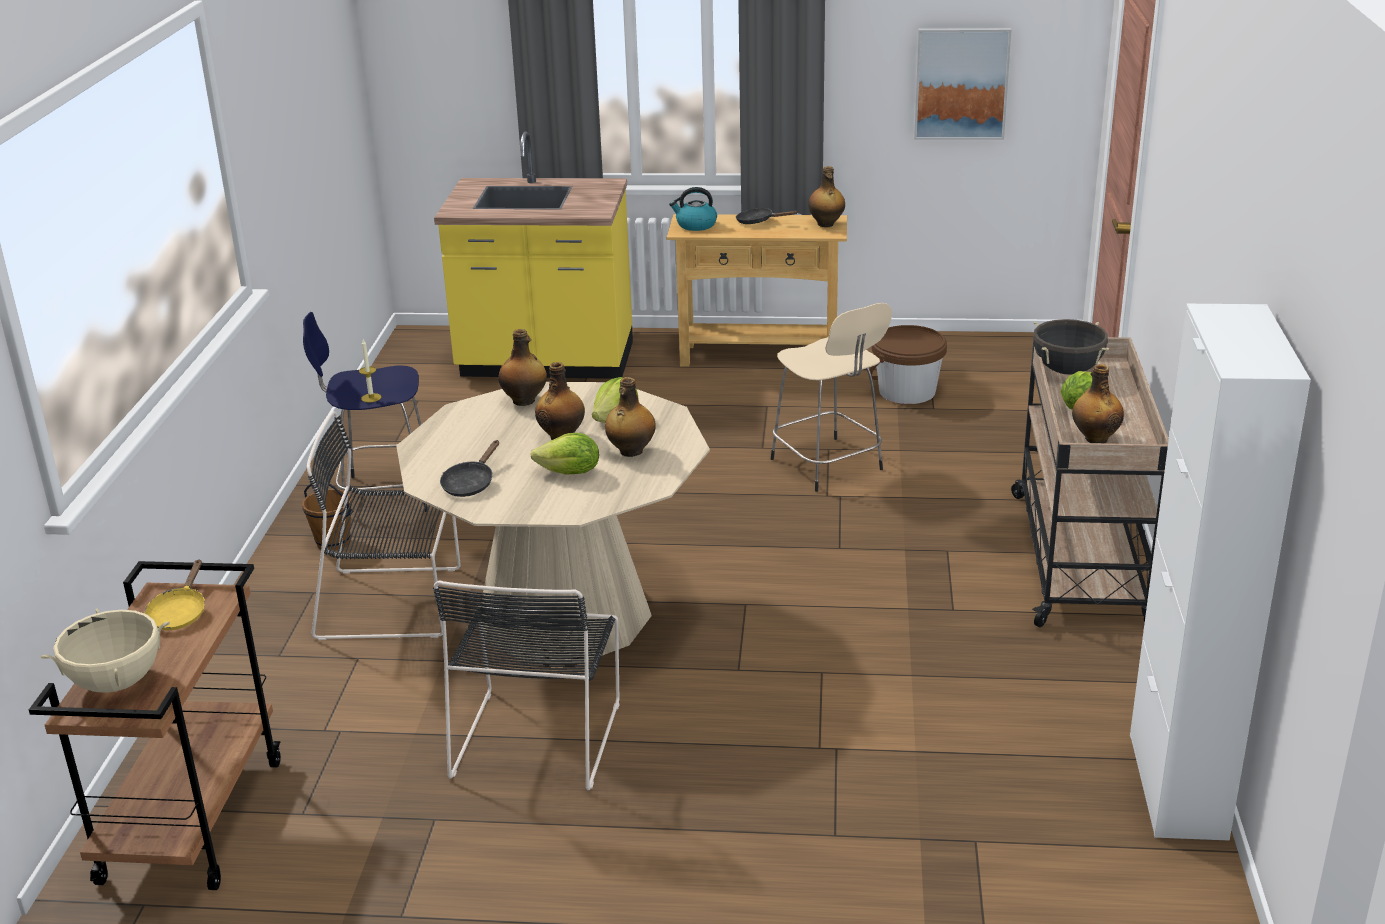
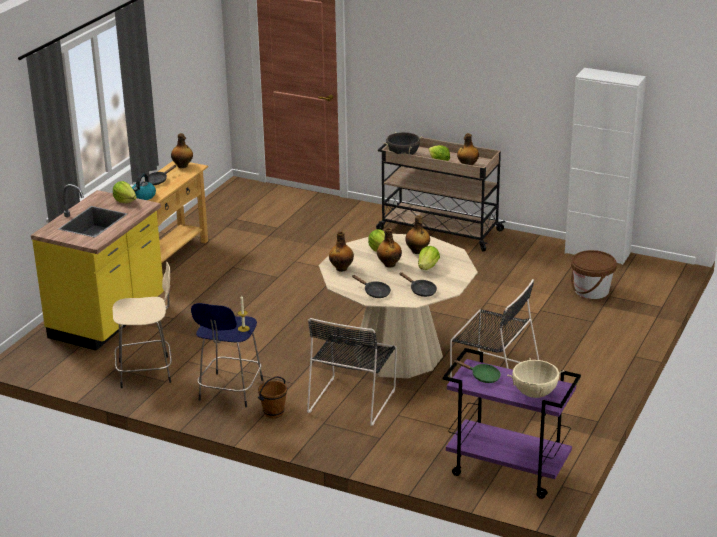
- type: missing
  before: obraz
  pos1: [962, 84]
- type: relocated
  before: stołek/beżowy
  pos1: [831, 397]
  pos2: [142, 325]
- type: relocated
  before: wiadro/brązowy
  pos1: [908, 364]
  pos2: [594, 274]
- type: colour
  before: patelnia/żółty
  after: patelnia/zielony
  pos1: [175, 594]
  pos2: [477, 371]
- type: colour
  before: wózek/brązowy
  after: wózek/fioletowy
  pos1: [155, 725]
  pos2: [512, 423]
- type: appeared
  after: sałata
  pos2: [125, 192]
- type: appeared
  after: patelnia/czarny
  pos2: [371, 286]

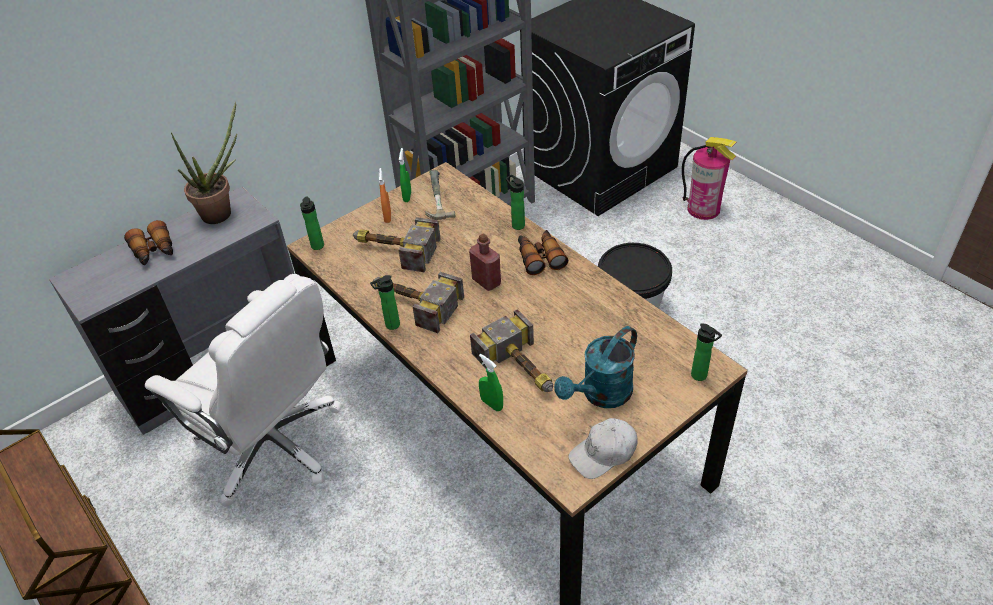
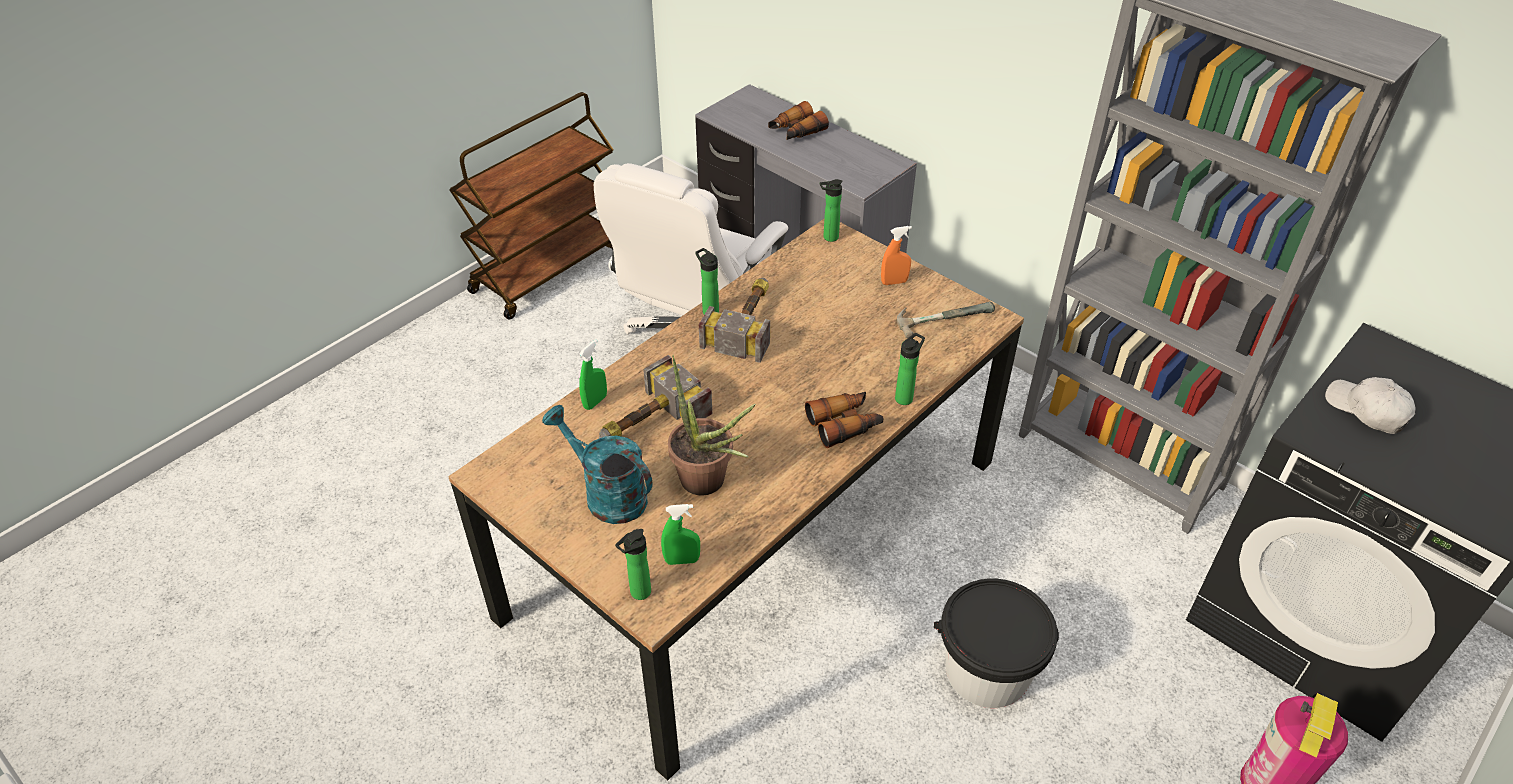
- type: relocated
  before: roślina doniczkowa
  pos1: [204, 163]
  pos2: [712, 424]
- type: relocated
  before: spryskiwacz/zielony
  pos1: [405, 175]
  pos2: [680, 534]
- type: missing
  before: młotek
  pos1: [397, 244]
- type: missing
  before: butelka/czerwony
  pos1: [485, 262]
- type: relocated
  before: czapka z daszkiem/biały
  pos1: [603, 448]
  pos2: [1370, 405]

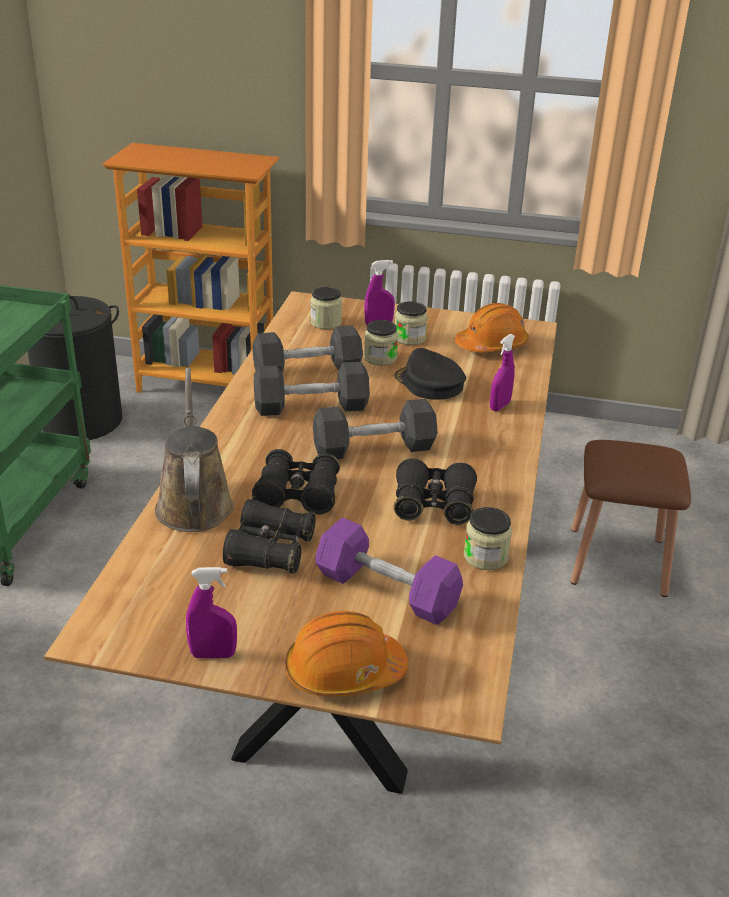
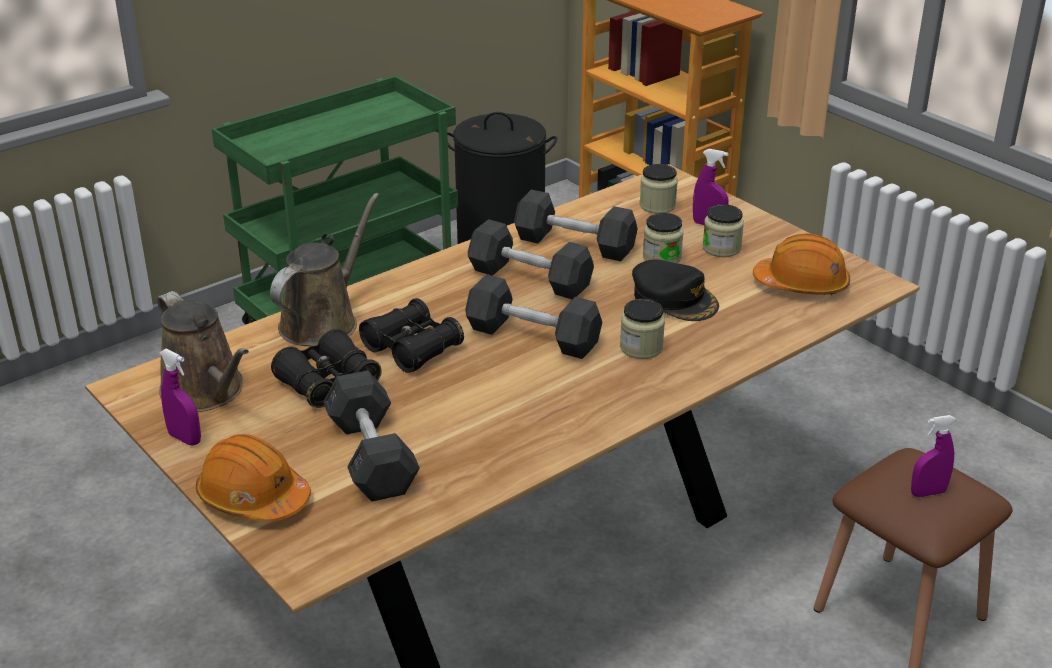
- type: relocated
  before: spryskiwacz/fioletowy
  pos1: [502, 372]
  pos2: [933, 456]
- type: spun
  before: czapka z daszkiem/czarny
  pos1: [430, 374]
  pos2: [675, 290]
  turn: 135
- type: missing
  before: lornetka/czarny
  pos1: [435, 492]
- type: relocated
  before: słoik
  pos1: [488, 538]
  pos2: [642, 329]
- type: colour
  before: hantel/fioletowy
  after: hantel/szary
  pos1: [389, 571]
  pos2: [371, 436]
- type: appeared
  after: konewka/brązowy
  pos2: [203, 351]

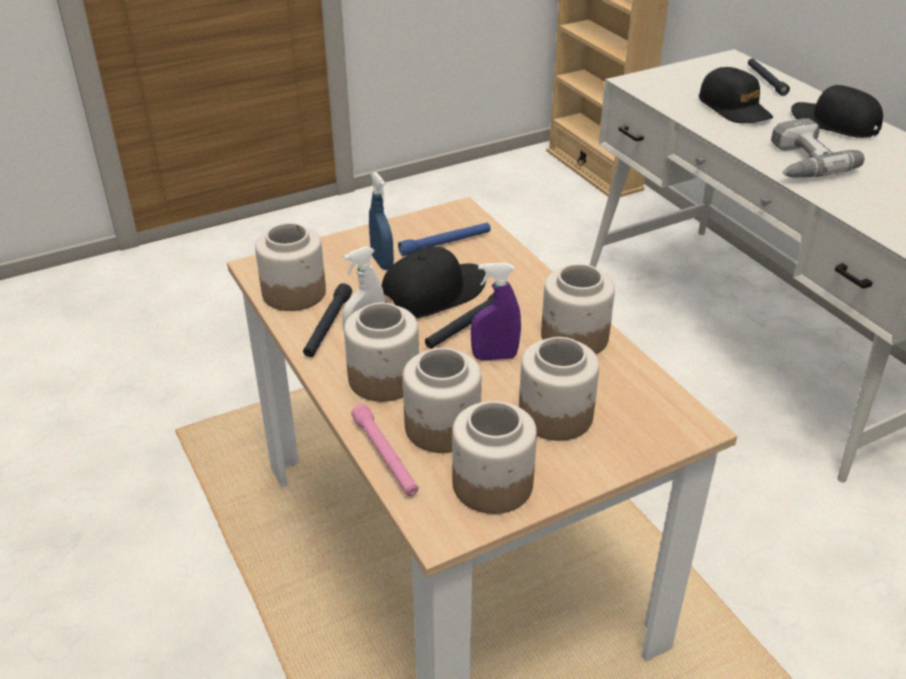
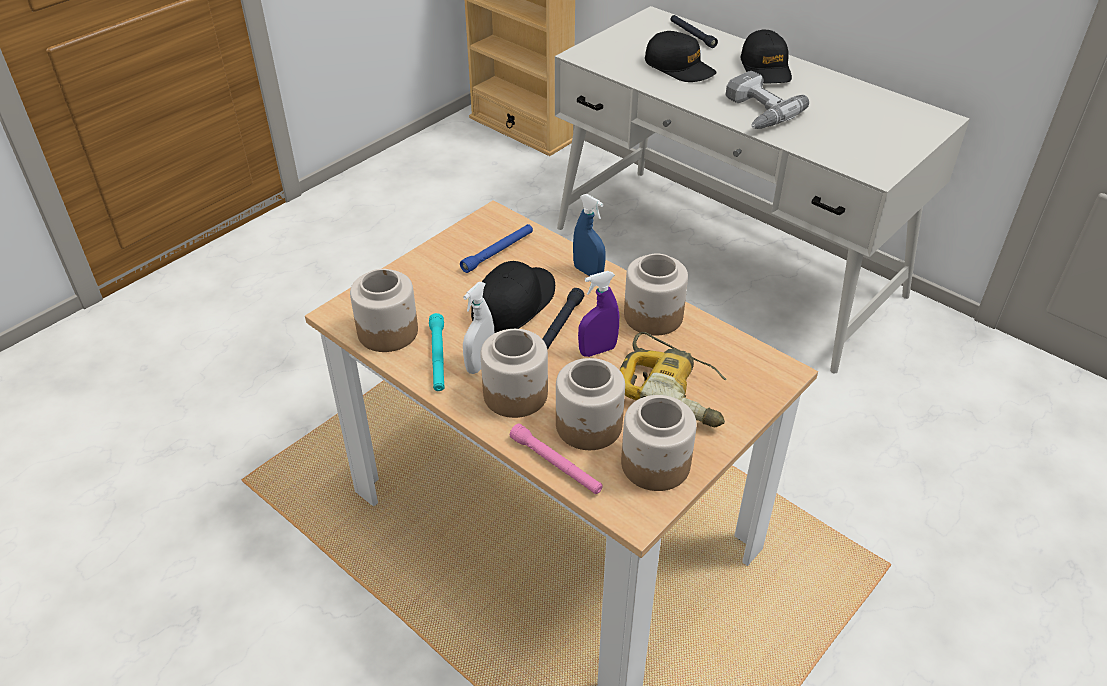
- type: spun
  before: czapka z daszkiem/czarny
  pos1: [837, 111]
  pos2: [766, 56]
  turn: -120
- type: relocated
  before: spryskiwacz/niebieski
  pos1: [381, 221]
  pos2: [589, 235]
- type: colour
  before: latarka/czarny
  after: latarka/turkusowy
  pos1: [327, 320]
  pos2: [437, 352]
- type: exchanged
  before: słoik
  after: wiertarka
  pos1: [559, 389]
  pos2: [673, 379]

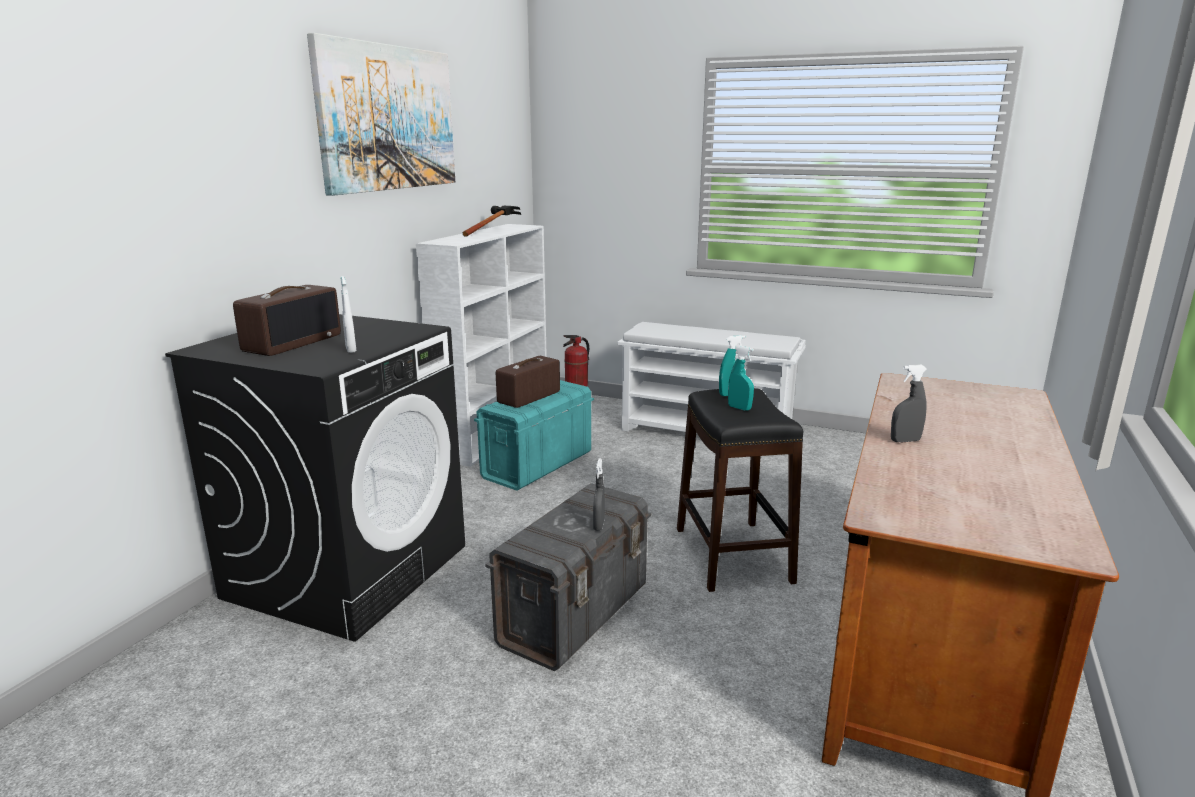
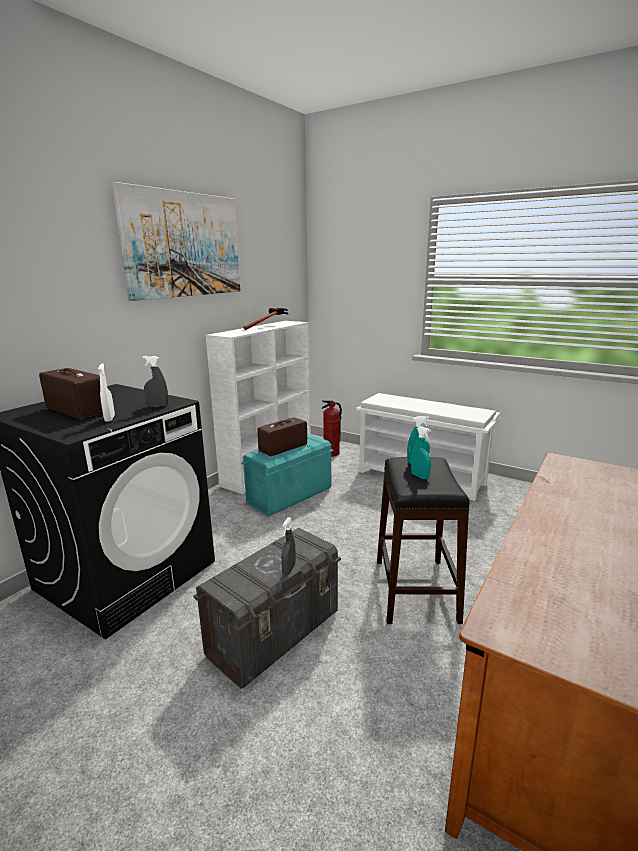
- type: spun
  before: radio
  pos1: [287, 320]
  pos2: [71, 394]
  turn: -90
- type: relocated
  before: spryskiwacz/szary
  pos1: [909, 403]
  pos2: [155, 381]

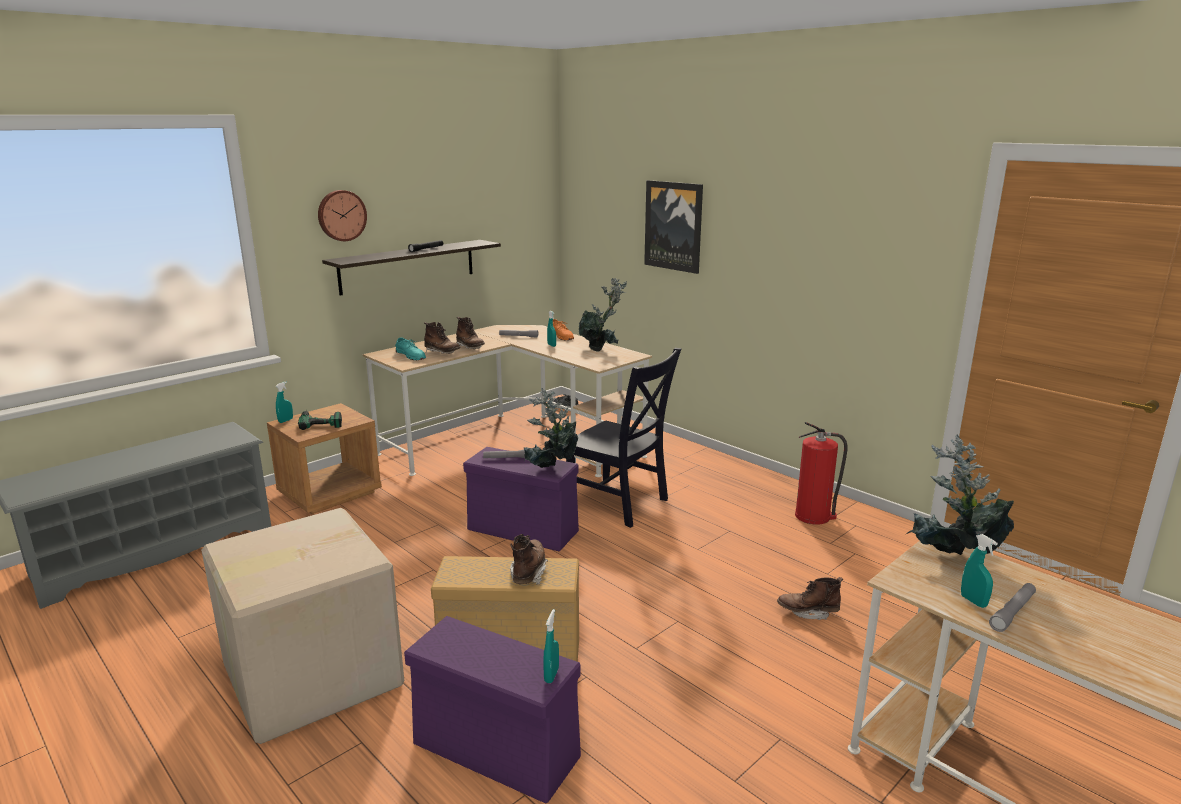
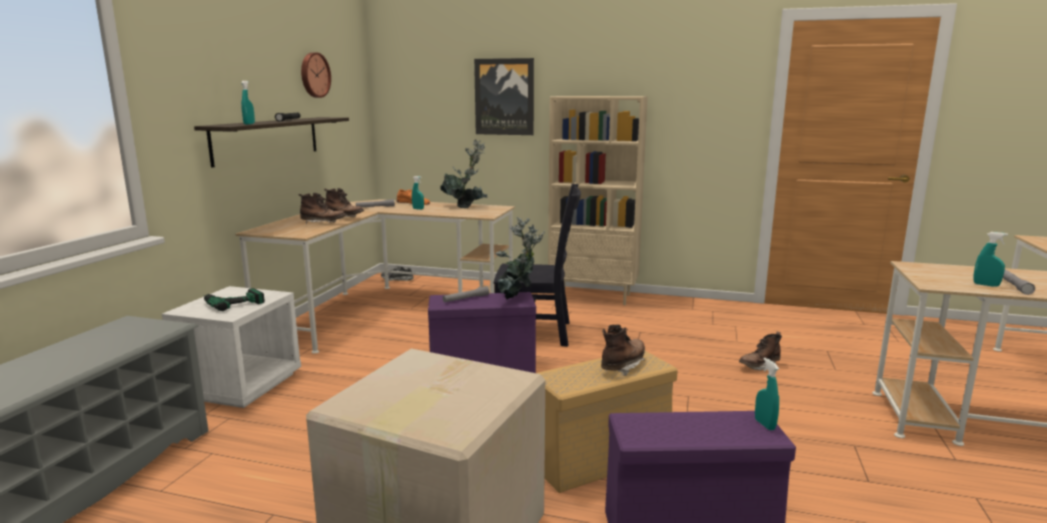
- type: relocated
  before: zegar ścienny
  pos1: [342, 215]
  pos2: [316, 75]
- type: missing
  before: but/turkusowy
  pos1: [410, 348]
- type: relocated
  before: spryskiwacz/turkusowy
  pos1: [284, 402]
  pos2: [248, 103]
- type: colour
  before: szafka nocna/brązowy
  after: szafka nocna/biały
  pos1: [324, 458]
  pos2: [231, 347]
- type: missing
  before: gaśnica
  pos1: [821, 473]
- type: missing
  before: roślina doniczkowa
  pos1: [959, 494]
- type: spun
  before: but z cholewką/brązowy
  pos1: [529, 559]
  pos2: [623, 350]
  turn: 60
- type: appeared
  after: regał/beżowy
  pos2: [598, 200]

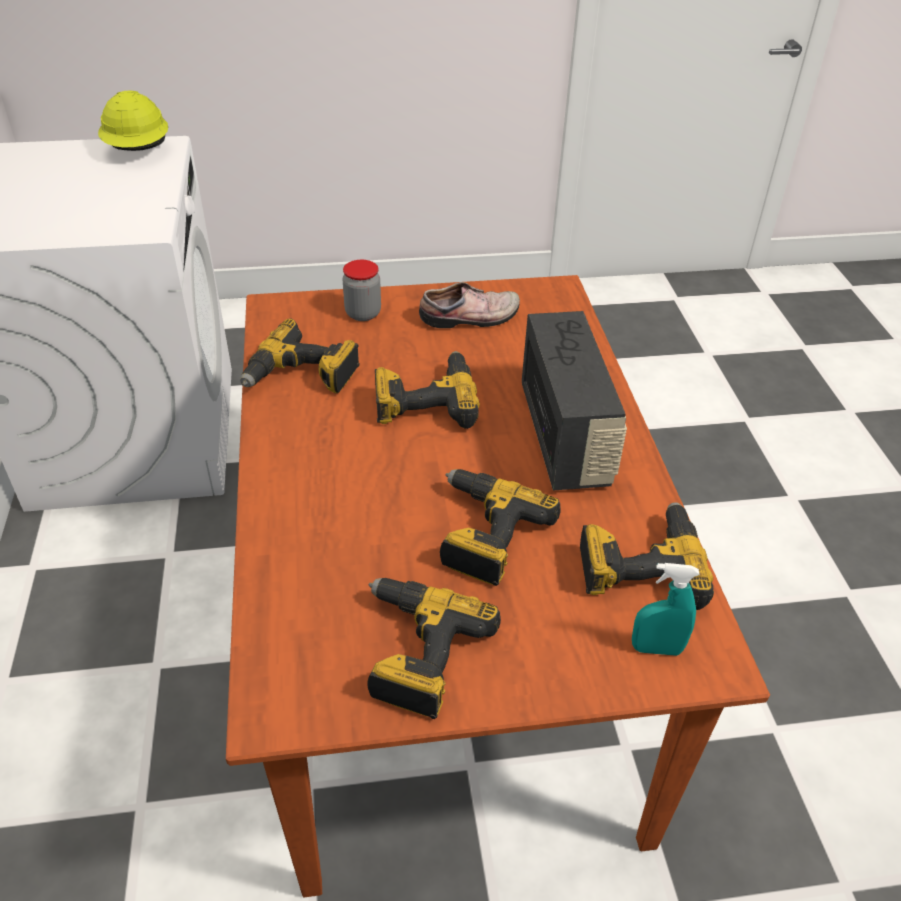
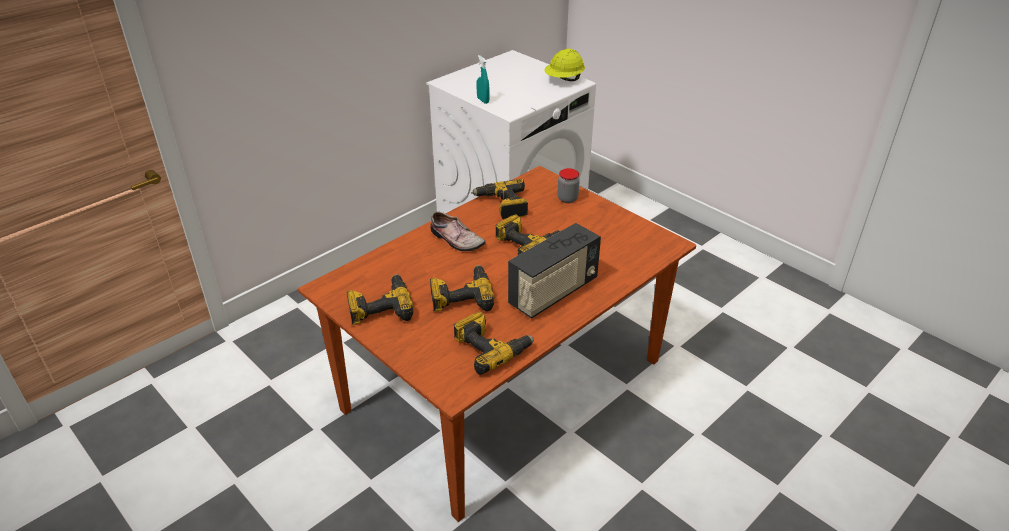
- type: relocated
  before: but
  pos1: [469, 305]
  pos2: [458, 231]
- type: relocated
  before: spryskiwacz/turkusowy
  pos1: [665, 609]
  pos2: [483, 79]

